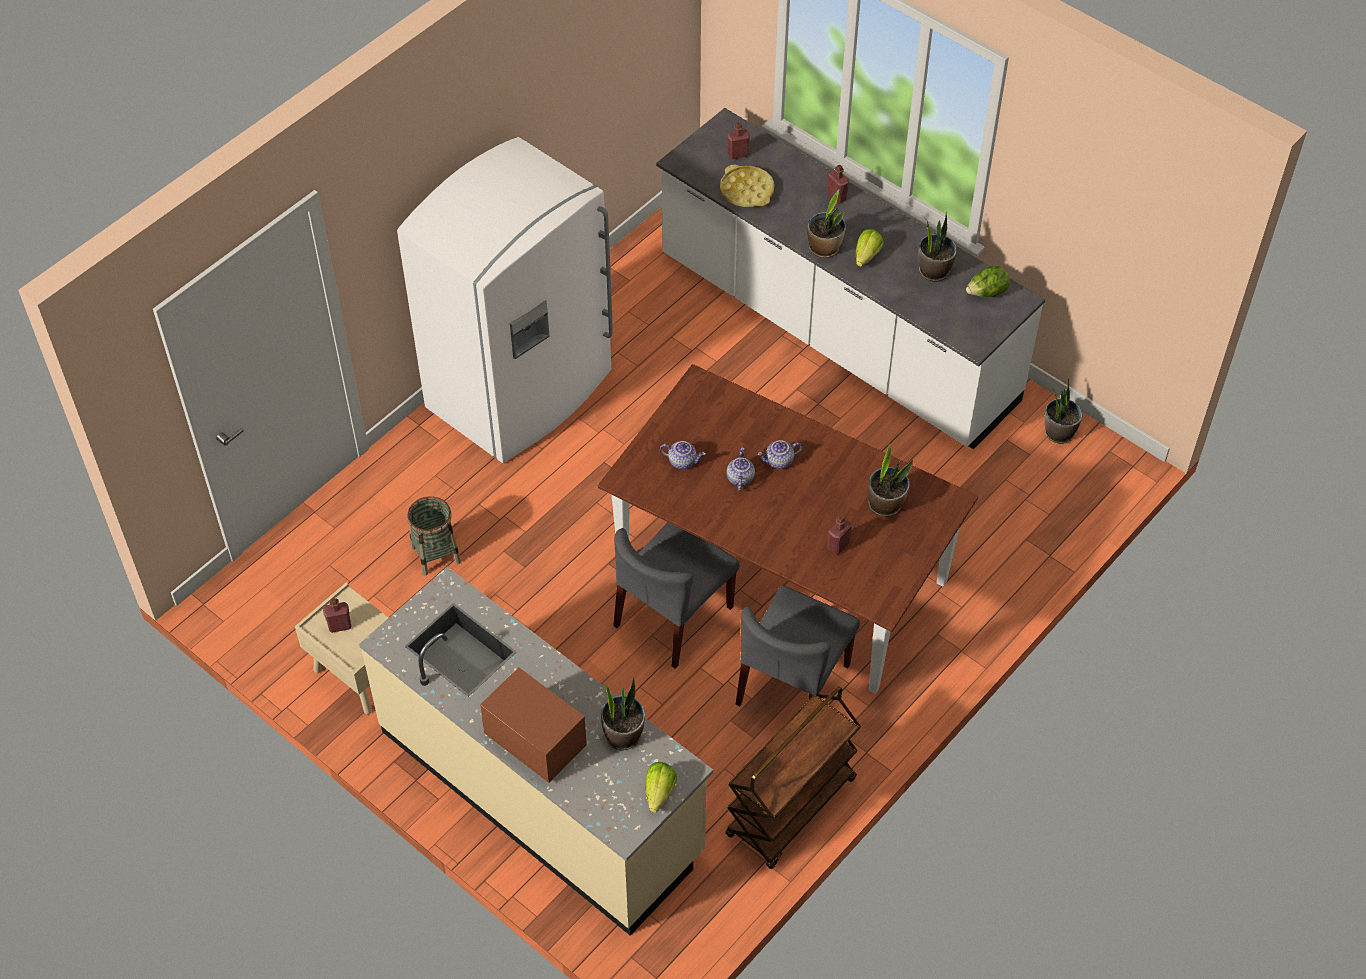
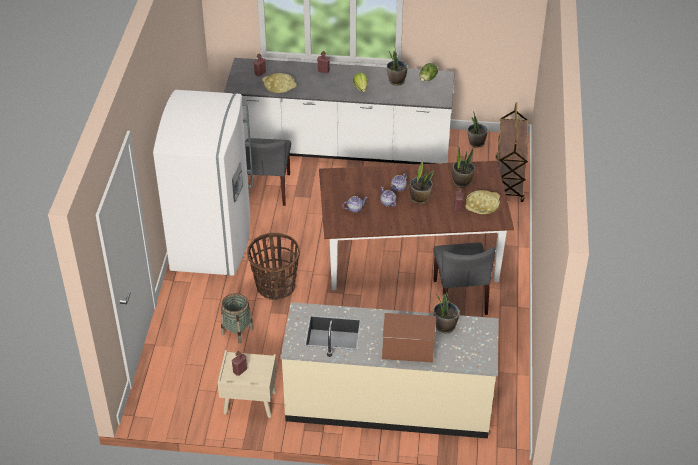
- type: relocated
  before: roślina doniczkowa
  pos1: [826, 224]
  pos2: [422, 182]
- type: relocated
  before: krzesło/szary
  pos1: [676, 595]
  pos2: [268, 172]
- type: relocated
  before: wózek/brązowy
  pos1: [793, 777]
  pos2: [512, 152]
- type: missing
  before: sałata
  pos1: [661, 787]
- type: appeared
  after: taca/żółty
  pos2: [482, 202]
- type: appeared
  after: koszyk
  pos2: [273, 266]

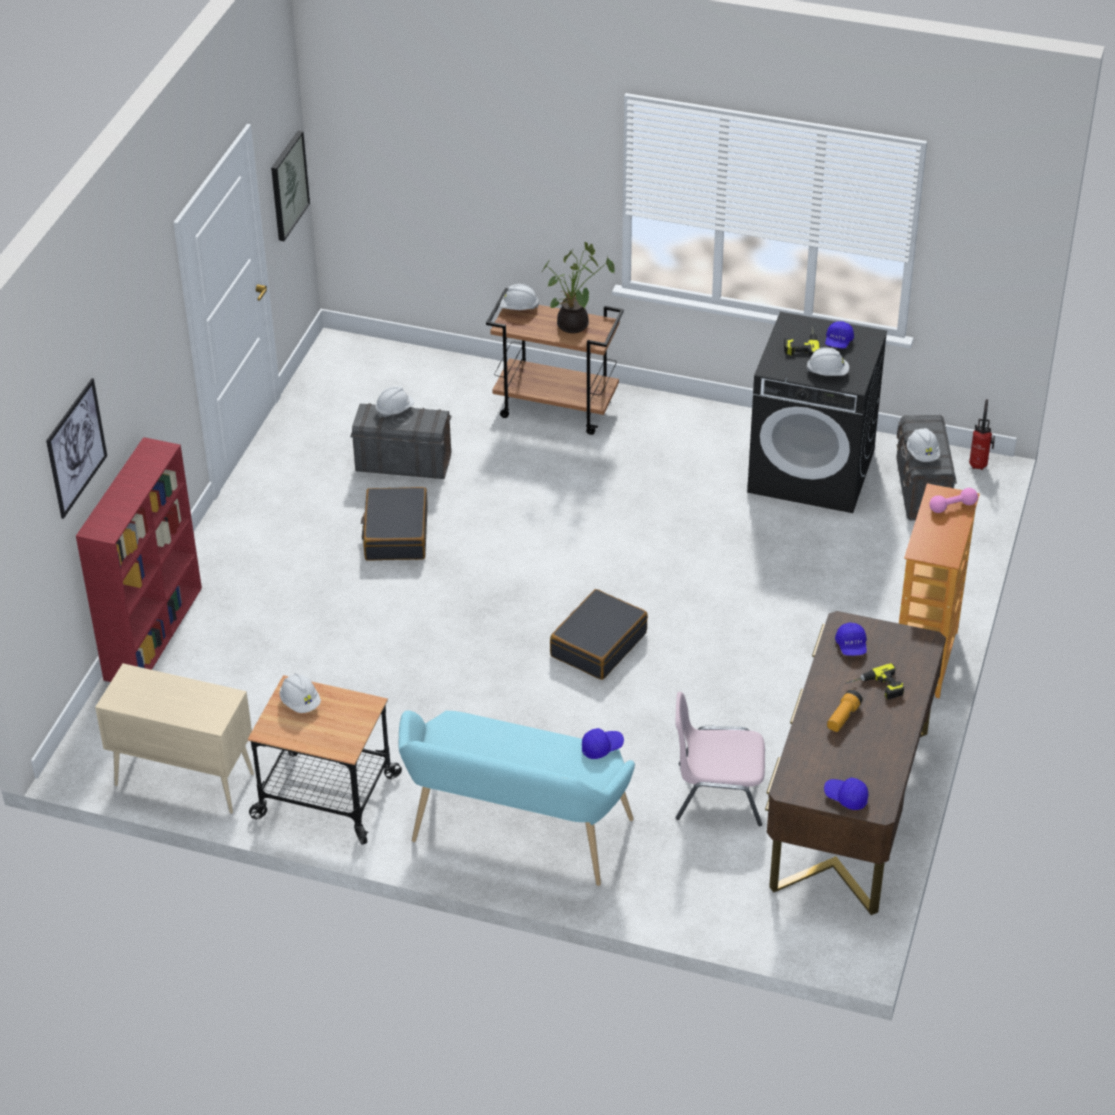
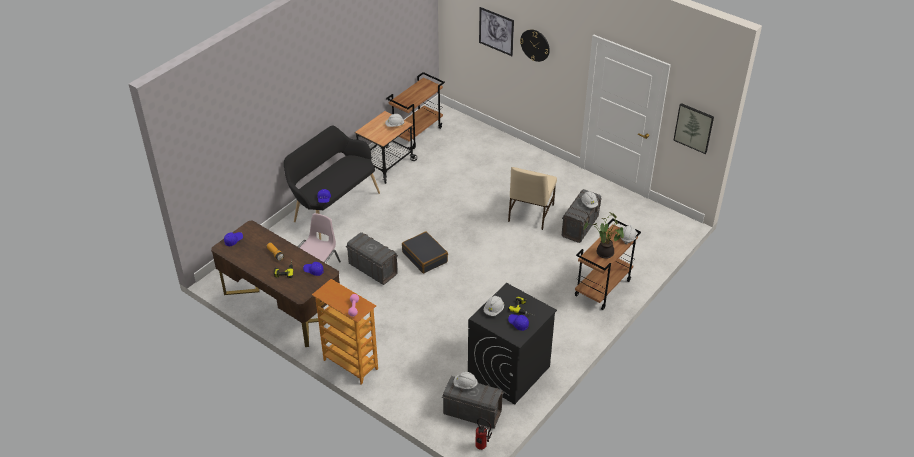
- type: missing
  before: regał/czerwony
  pos1: [139, 559]
- type: exchanged
  before: walizka/czarny
  after: krzesło/beżowy
  pos1: [394, 524]
  pos2: [532, 198]
- type: exchanged
  before: szafka/beżowy
  after: wózek/brązowy
  pos1: [174, 738]
  pos2: [415, 110]
- type: colour
  before: ławka/turkusowy
  after: ławka/czarny
  pos1: [517, 798]
  pos2: [332, 183]
- type: appeared
  after: zegar ścienny
  pos2: [535, 45]
- type: appeared
  after: pojemnik do przechowywania/szary
  pos2: [372, 258]

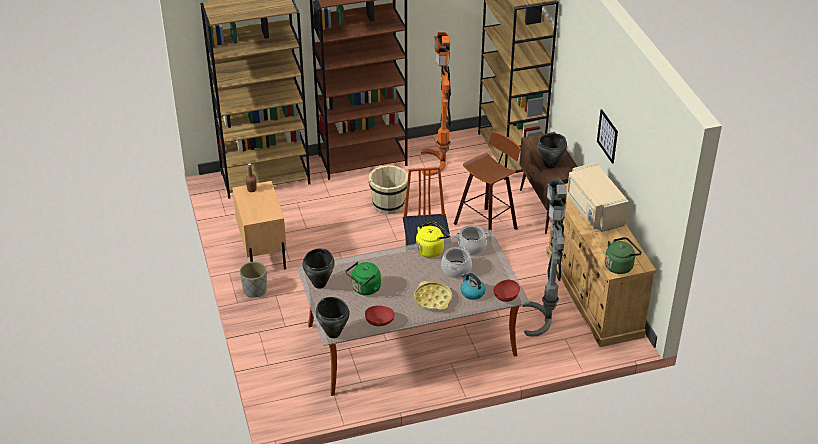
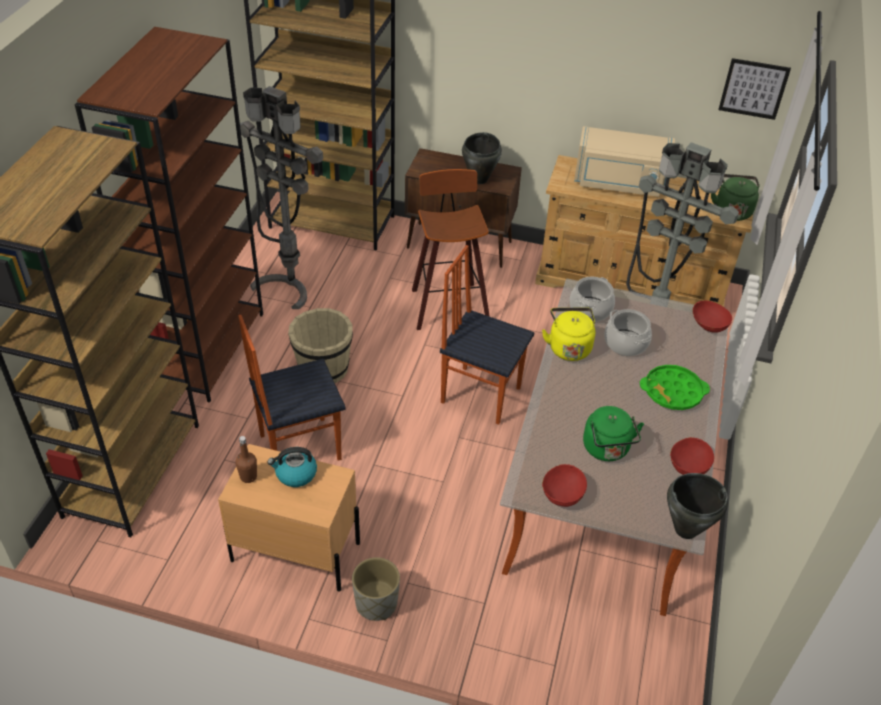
- type: colour
  before: lampa stojąca/pomarańczowy
  after: lampa stojąca/szary
  pos1: [436, 104]
  pos2: [281, 197]
- type: relocated
  before: obraz
  pos1: [607, 136]
  pos2: [754, 89]
- type: exchanged
  before: garnek/czarny
  after: miska/czerwony
  pos1: [319, 268]
  pos2: [564, 485]
- type: relocated
  before: czajnik
  pos1: [473, 286]
  pos2: [292, 467]
- type: colour
  before: taca/żółty
  after: taca/zielony
  pos1: [433, 295]
  pos2: [675, 387]
- type: appeared
  after: krzesło
  pos2: [292, 388]

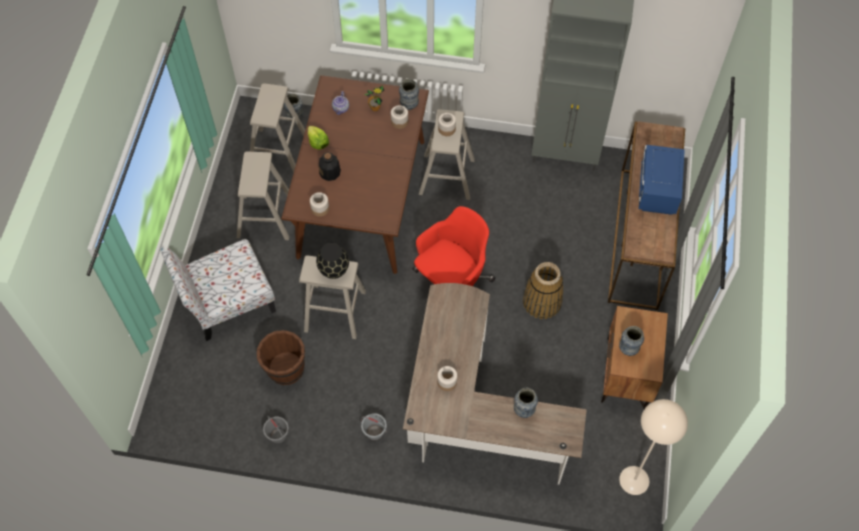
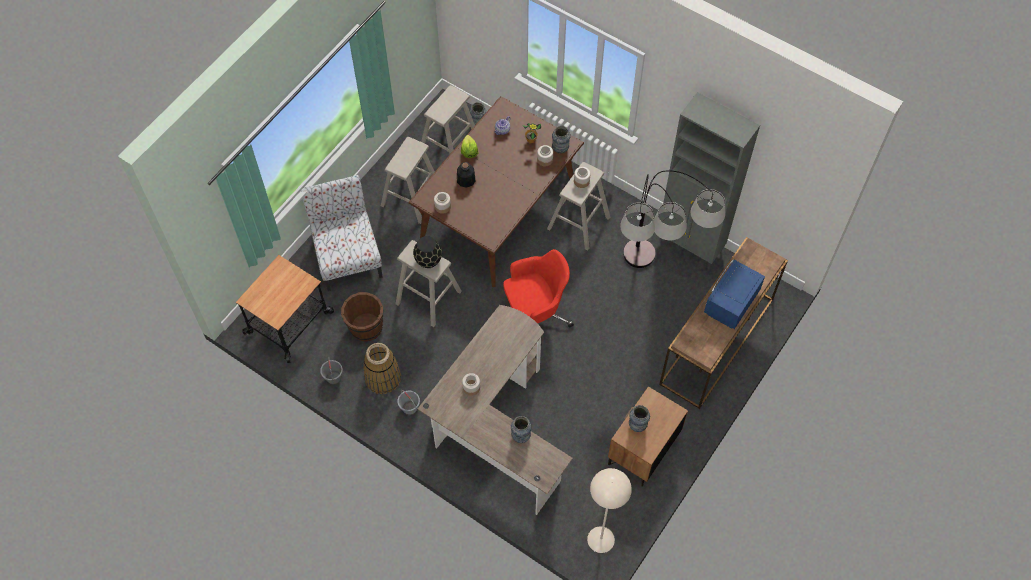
- type: spun
  before: krzesło
  pos1: [218, 290]
  pos2: [342, 233]
  turn: 75
- type: relocated
  before: koszyk
  pos1: [543, 290]
  pos2: [382, 368]
- type: appeared
  after: lampa stojąca
  pos2: [672, 219]
- type: appeared
  after: wózek
  pos2: [285, 309]

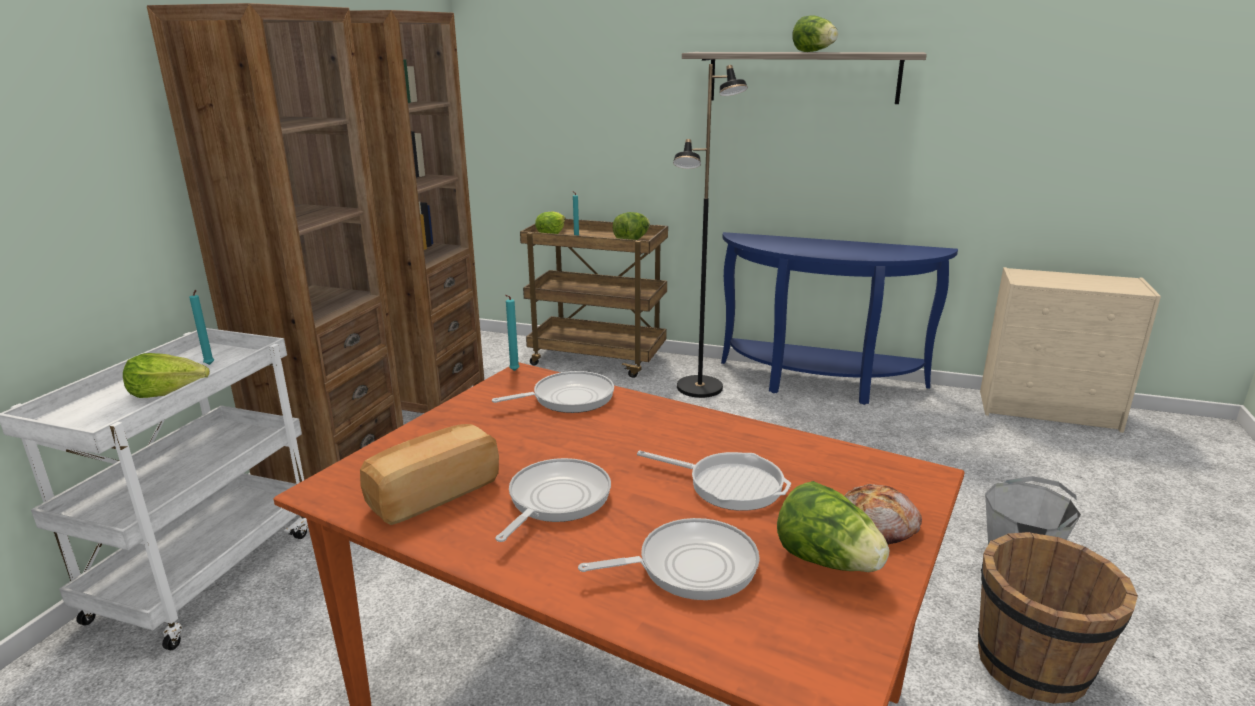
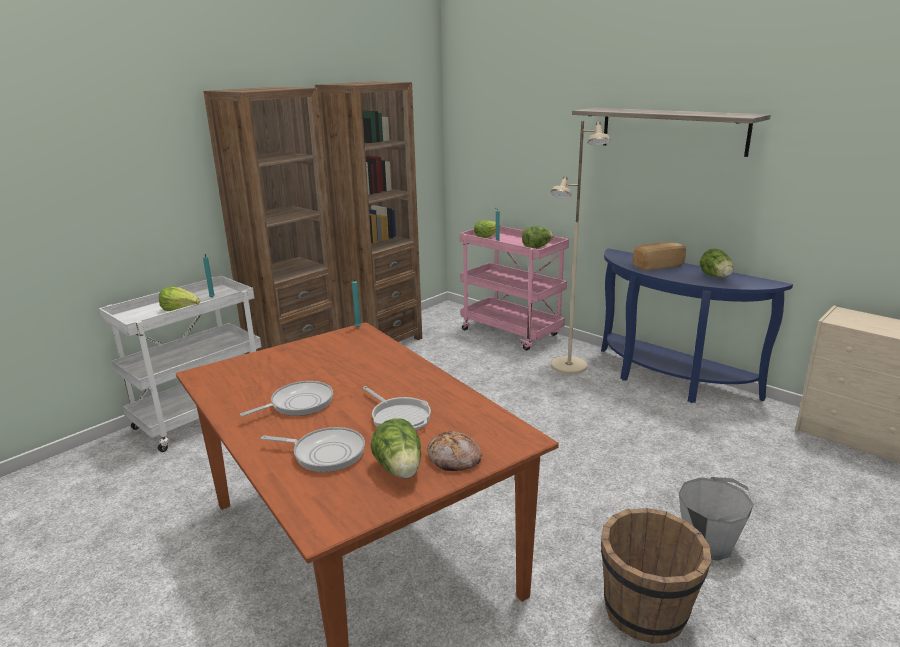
- type: relocated
  before: sałata
  pos1: [815, 34]
  pos2: [716, 262]
- type: colour
  before: lampa stojąca/czarny
  after: lampa stojąca/beżowy
  pos1: [710, 231]
  pos2: [580, 247]
- type: colour
  before: wózek/brązowy
  after: wózek/różowy
  pos1: [594, 298]
  pos2: [514, 288]
- type: missing
  before: patelnia
  pos1: [553, 392]
- type: relocated
  before: chleb
  pos1: [429, 474]
  pos2: [659, 256]

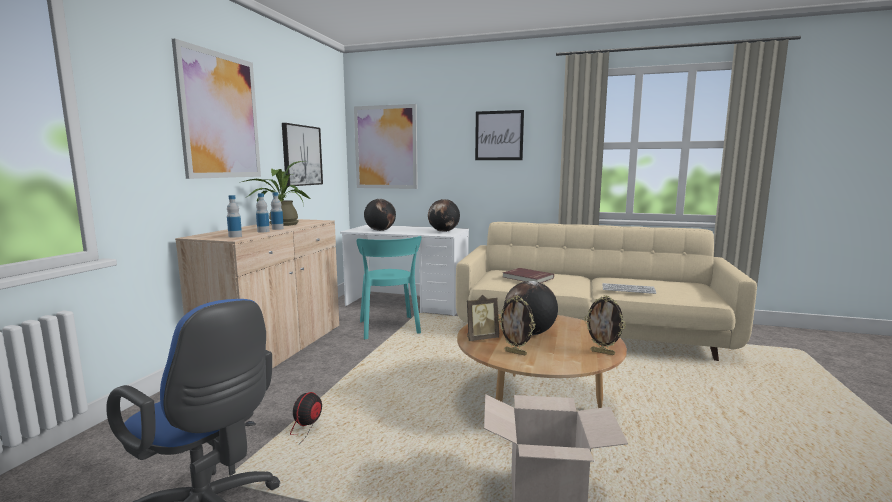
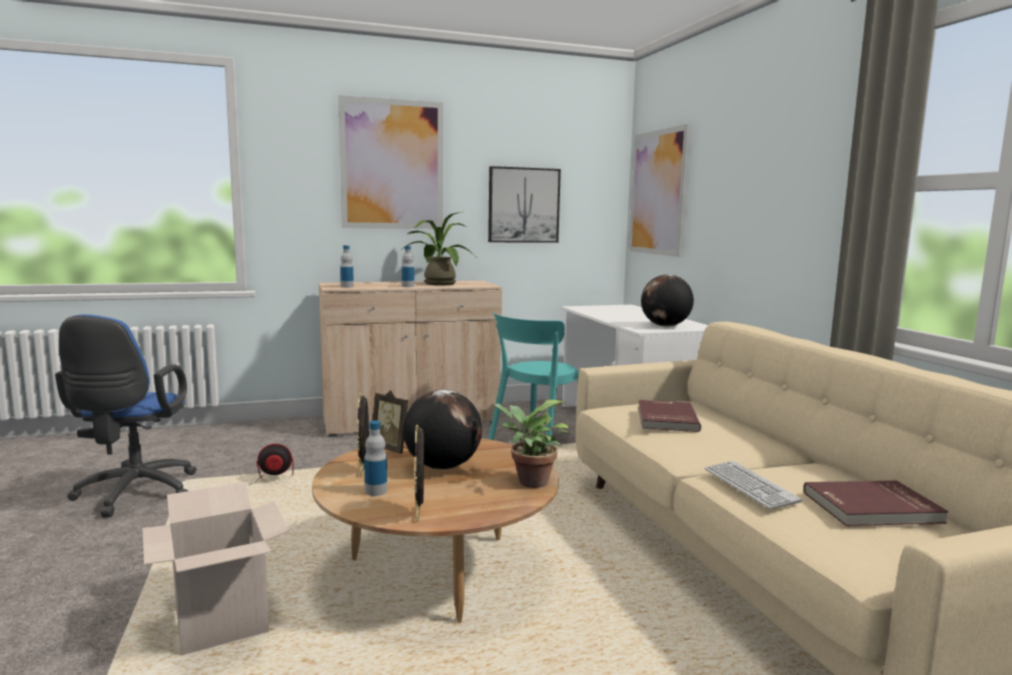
- type: missing
  before: obraz
  pos1: [499, 135]
- type: relocated
  before: butelka
  pos1: [263, 212]
  pos2: [375, 458]
- type: missing
  before: globus
  pos1: [380, 215]
- type: appeared
  after: roślina doniczkowa
  pos2: [531, 444]
- type: appeared
  after: książka/czerwony
  pos2: [876, 503]

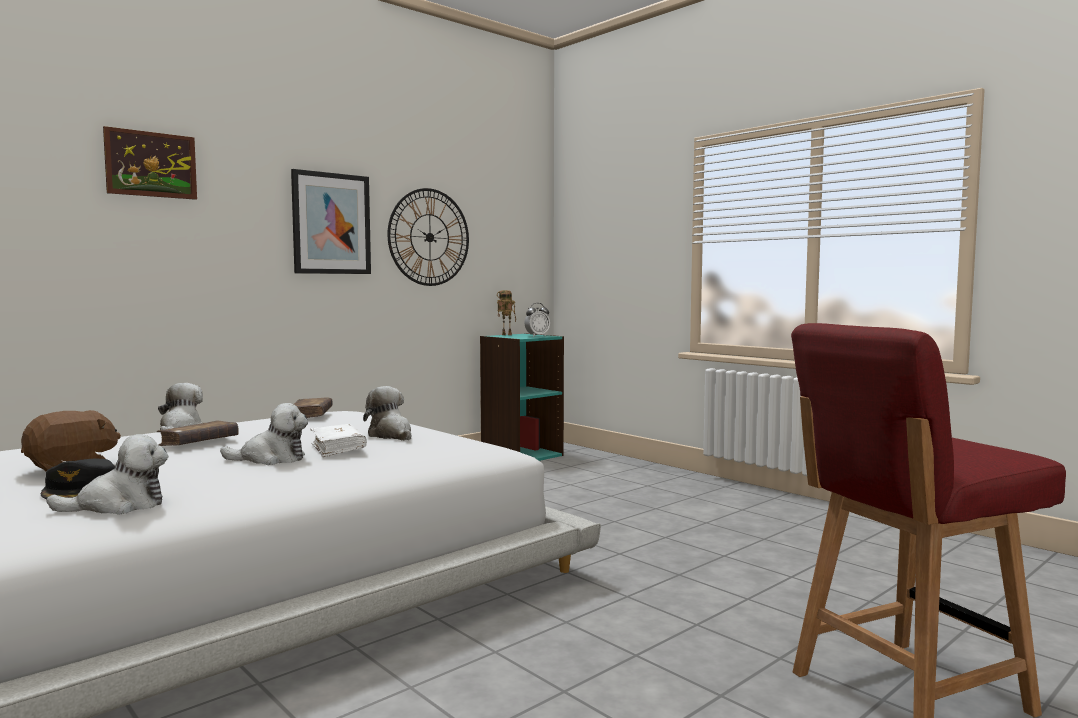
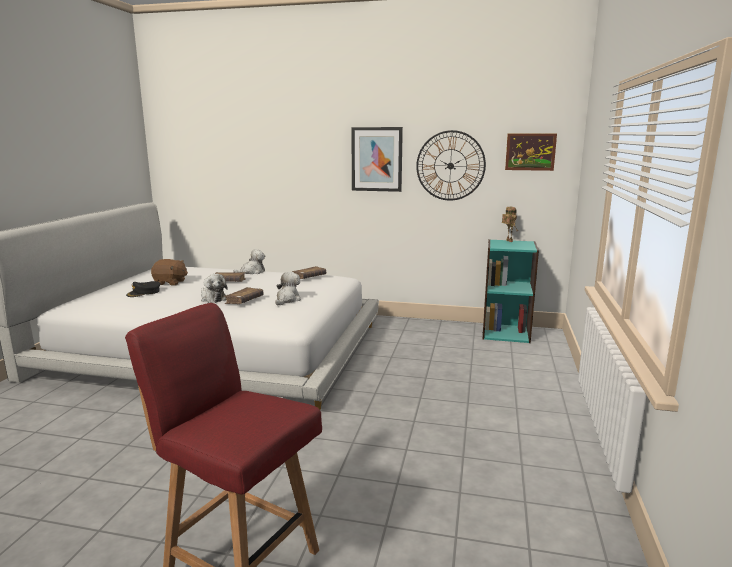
- type: relocated
  before: obraz
  pos1: [150, 163]
  pos2: [531, 152]
- type: missing
  before: budzik
  pos1: [537, 320]
- type: colour
  before: książka/biały
  after: książka/brązowy
  pos1: [338, 440]
  pos2: [244, 295]
- type: missing
  before: pluszak
  pos1: [107, 474]

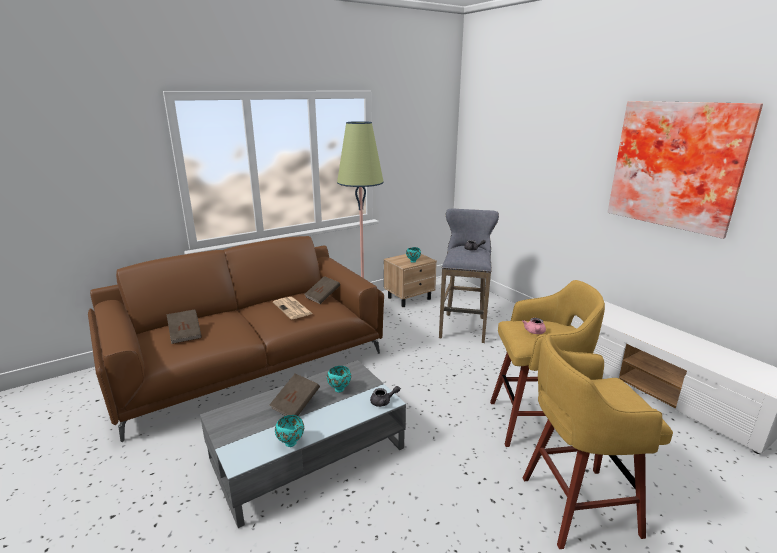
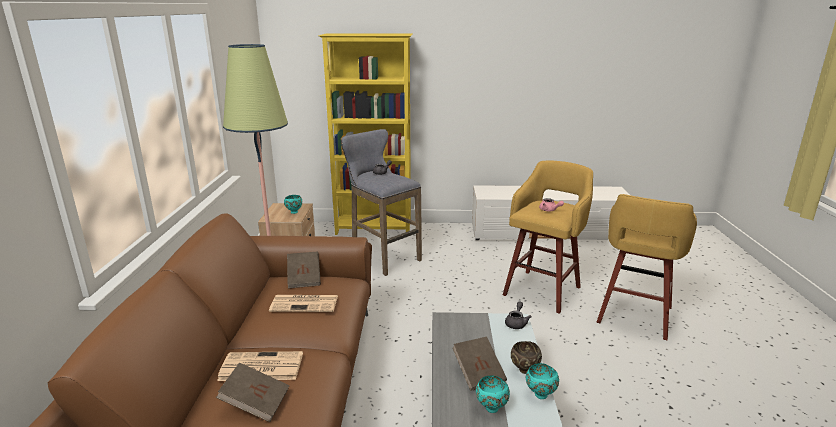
- type: missing
  before: obraz
  pos1: [685, 170]
- type: relocated
  before: miska/turkusowy
  pos1: [339, 379]
  pos2: [493, 394]
- type: appeared
  after: regał/żółty
  pos2: [365, 134]
- type: appeared
  after: miska/brązowy
  pos2: [526, 357]
- type: appeared
  after: gazeta
  pos2: [260, 366]

